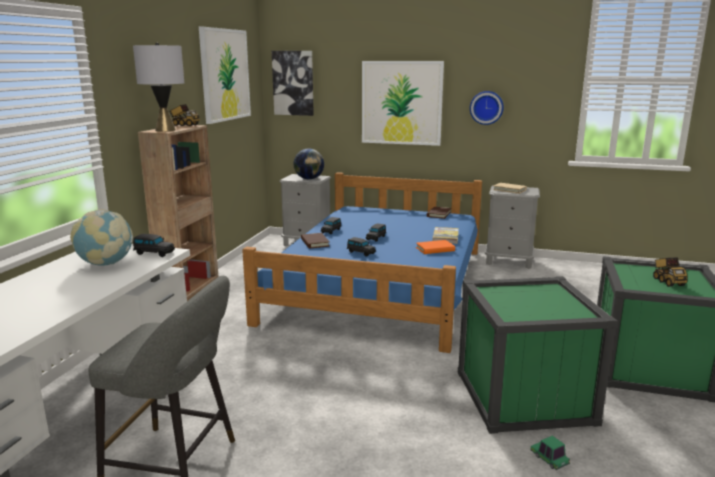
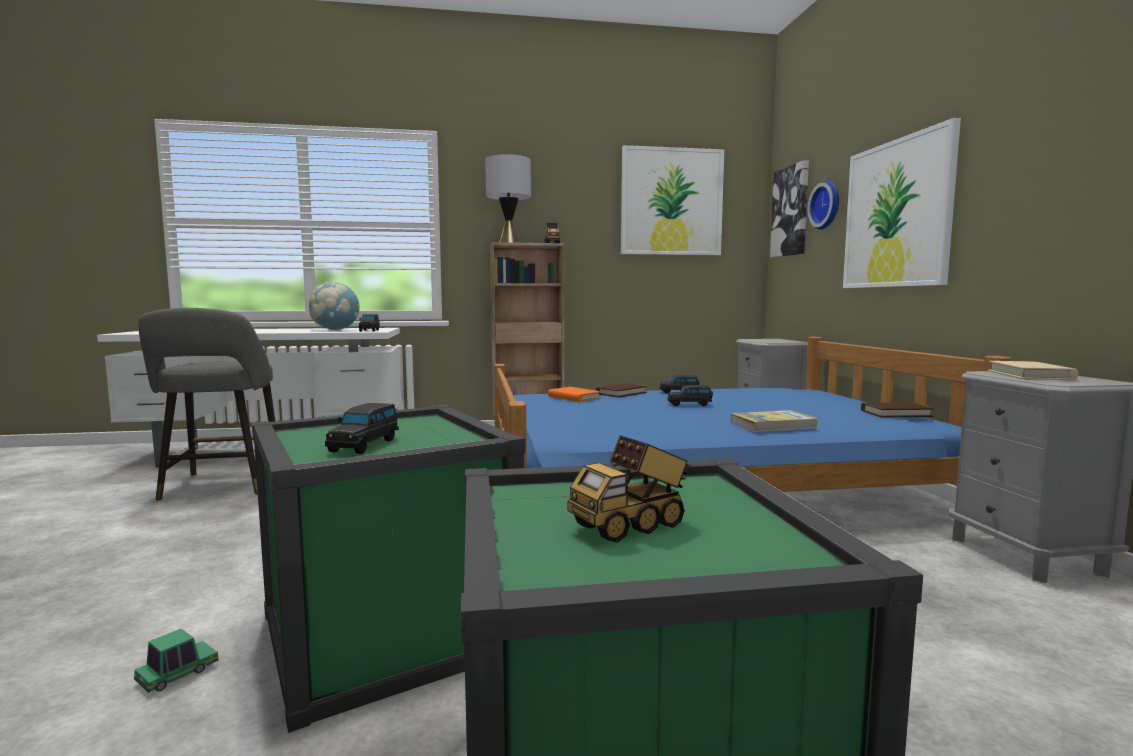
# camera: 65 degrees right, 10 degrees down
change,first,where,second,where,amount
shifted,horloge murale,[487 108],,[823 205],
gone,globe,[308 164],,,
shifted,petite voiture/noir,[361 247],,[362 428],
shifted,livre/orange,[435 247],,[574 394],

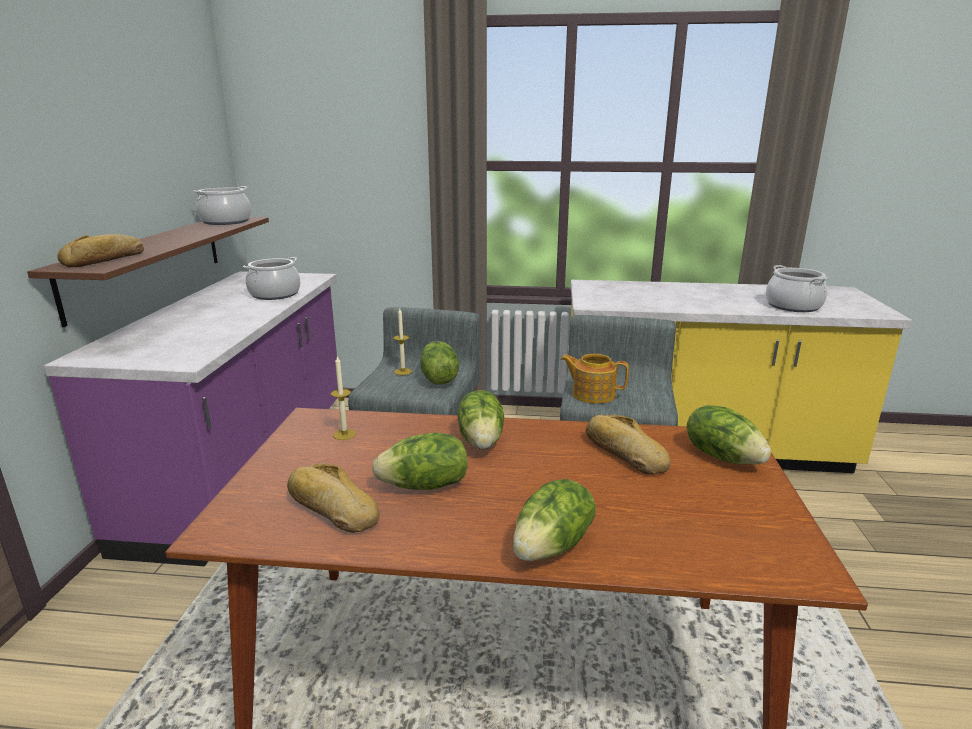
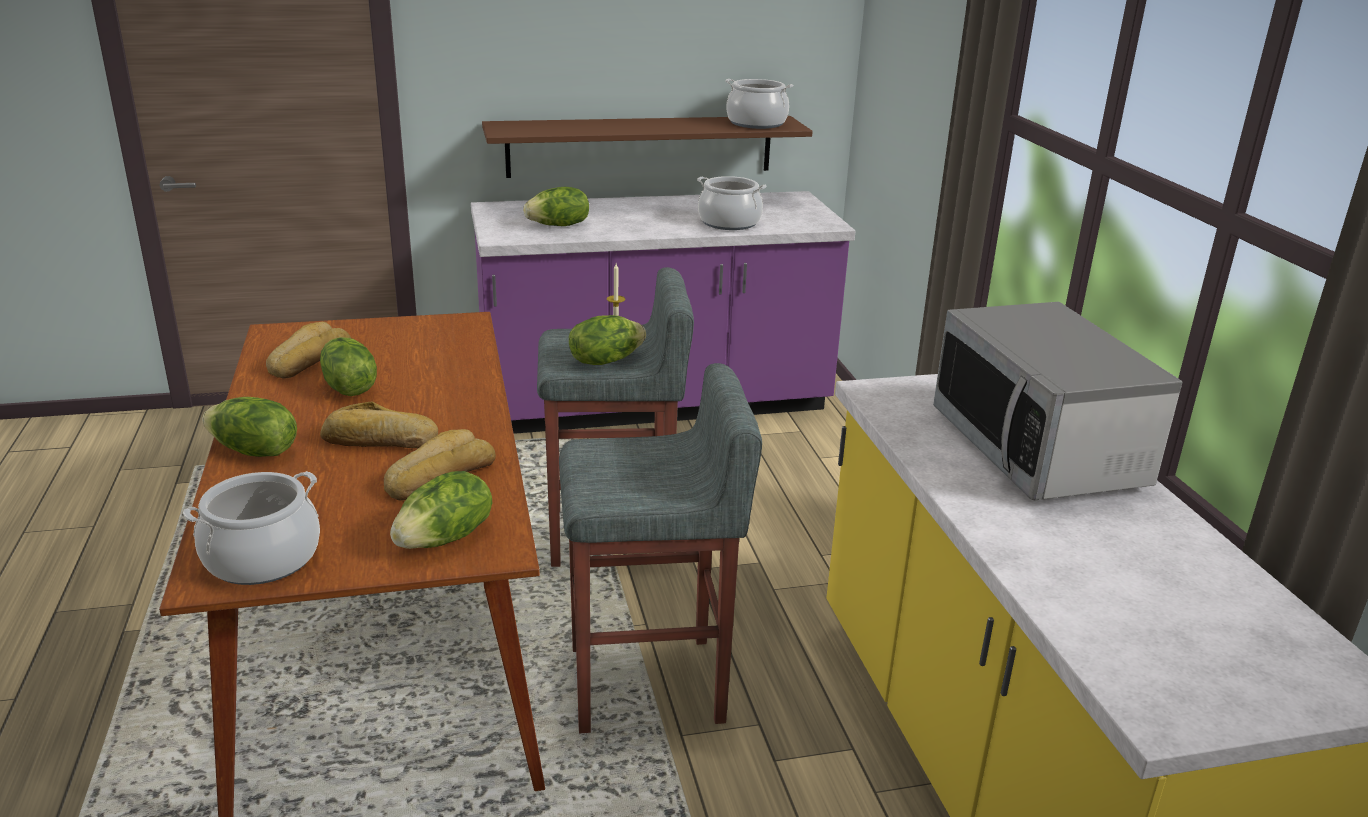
# camera: 70 degrees right, 5 degrees up
change,first,where,second,where,amount
shifted,pain,[100 251],,[379 424],
shifted,marmite,[797 288],,[251 528],
gone,théière,[595 379],,,
gone,bougie,[343 398],,,
shifted,laitue,[481 420],,[556 206],
new,,,micro-ondes,[1058 401],

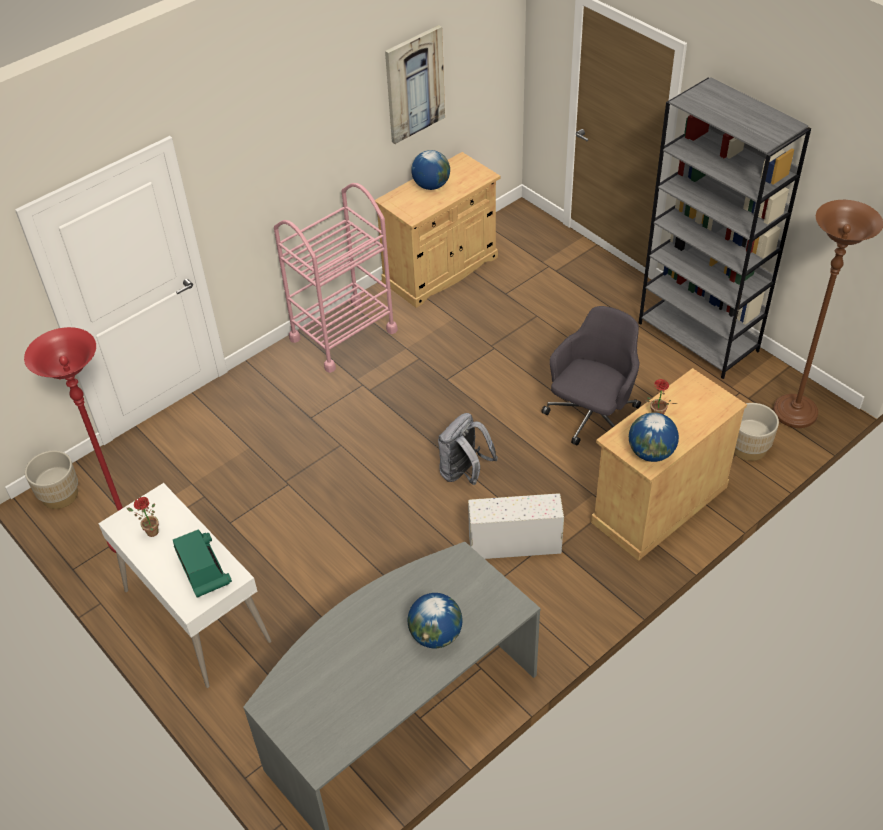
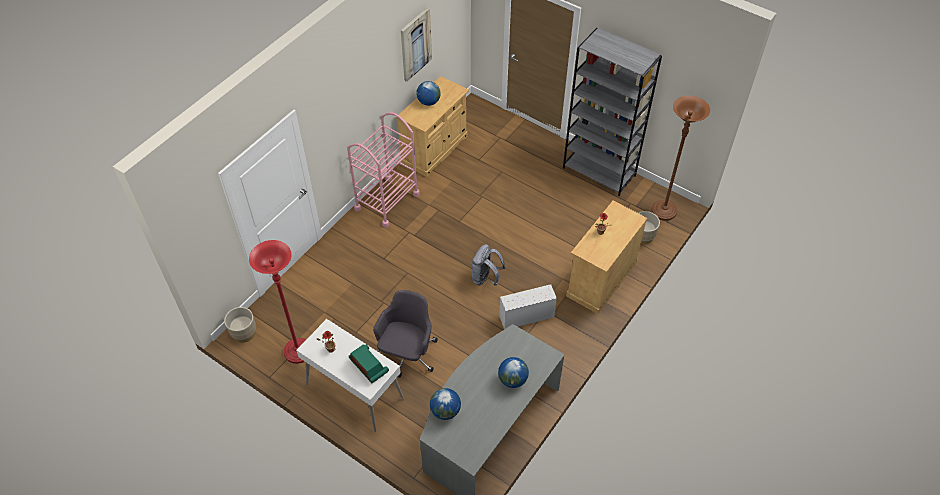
# camera: 15 degrees left, 5 degrees up
change,first,where,second,where,amount
shifted,chaise de bureau/gris,[591 375],,[405 333],
shifted,globe,[654 437],,[445 404],

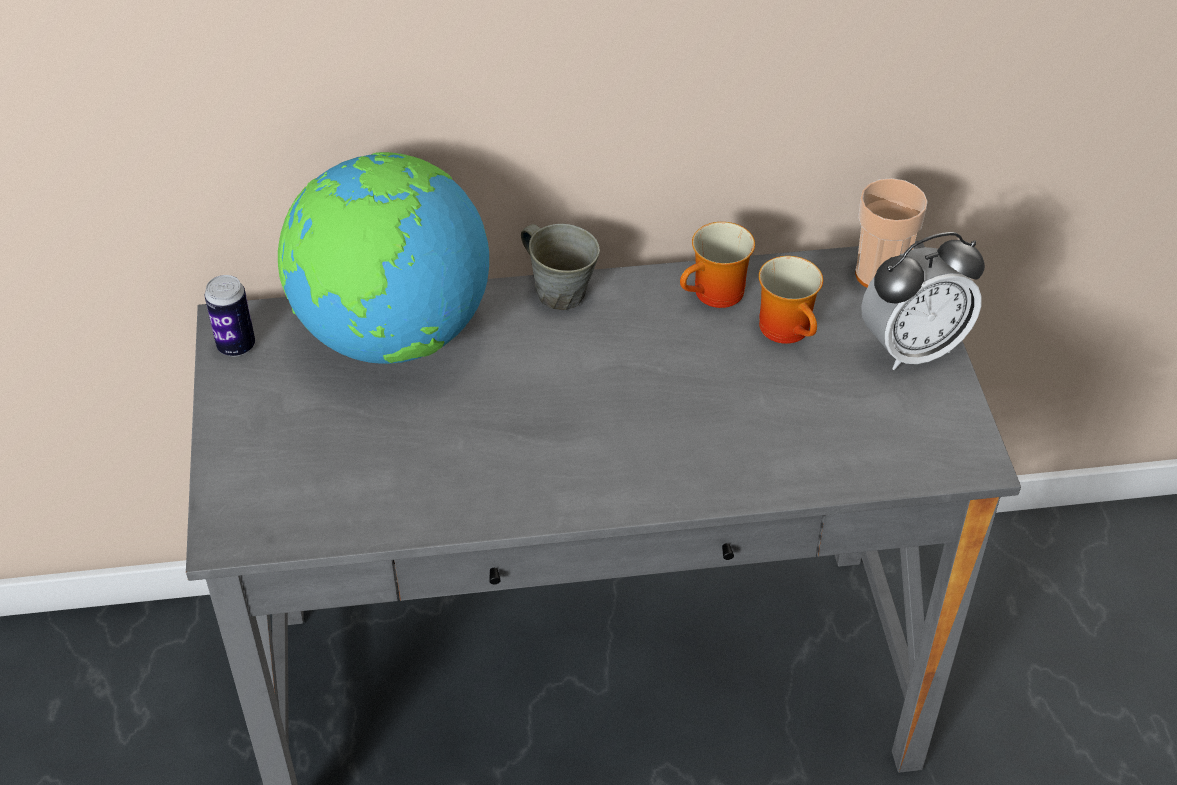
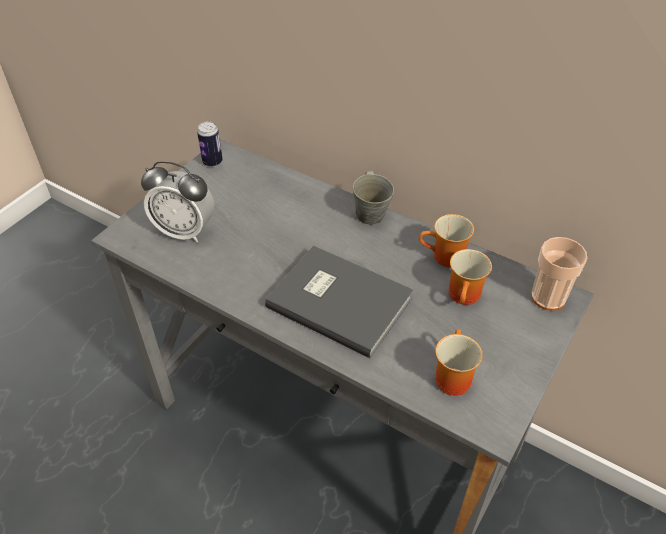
# camera: 40 degrees right, 0 degrees up
change,first,where,second,where,amount
gone,globe,[383 258],,,
shifted,réveil,[923 301],,[177 201],
new,,,livre/gris,[339 302],
new,,,mug,[459 362],

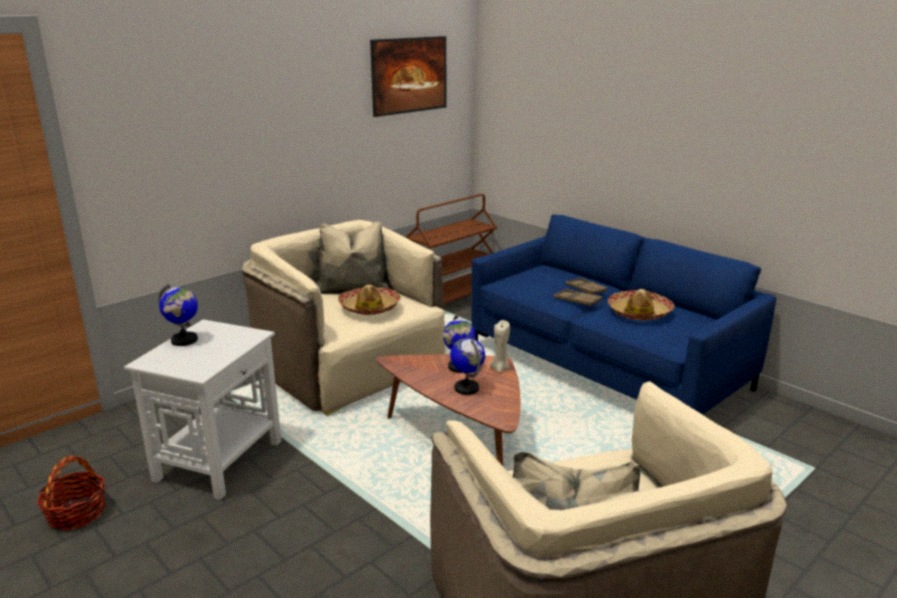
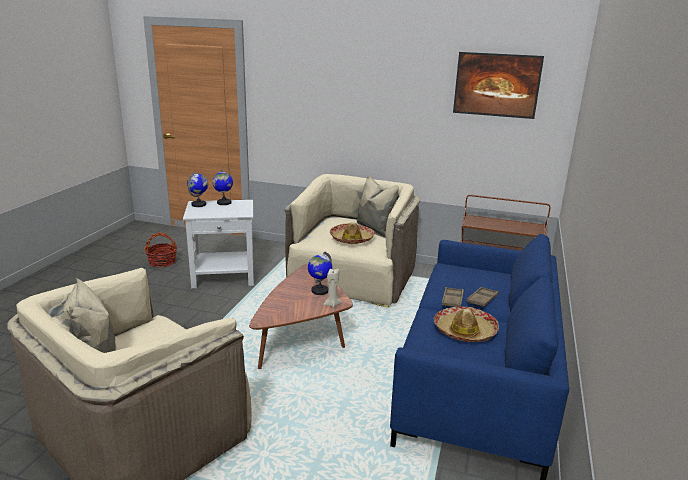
# camera: 60 degrees right, 0 degrees up
change,first,where,second,where,amount
shifted,globe,[467 366],,[197 189],

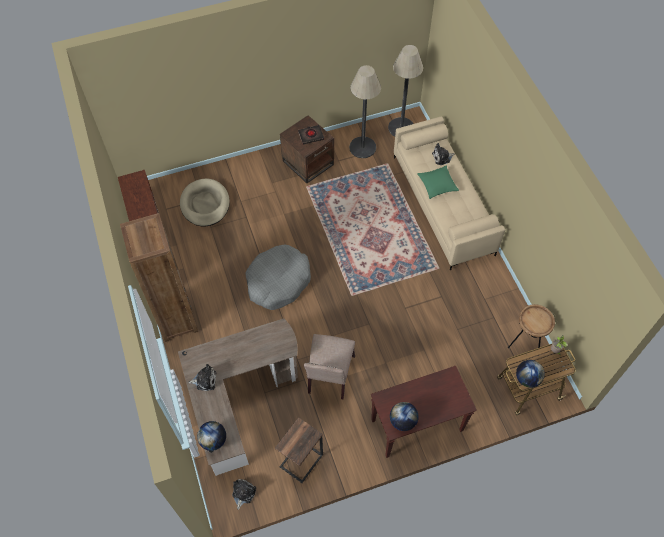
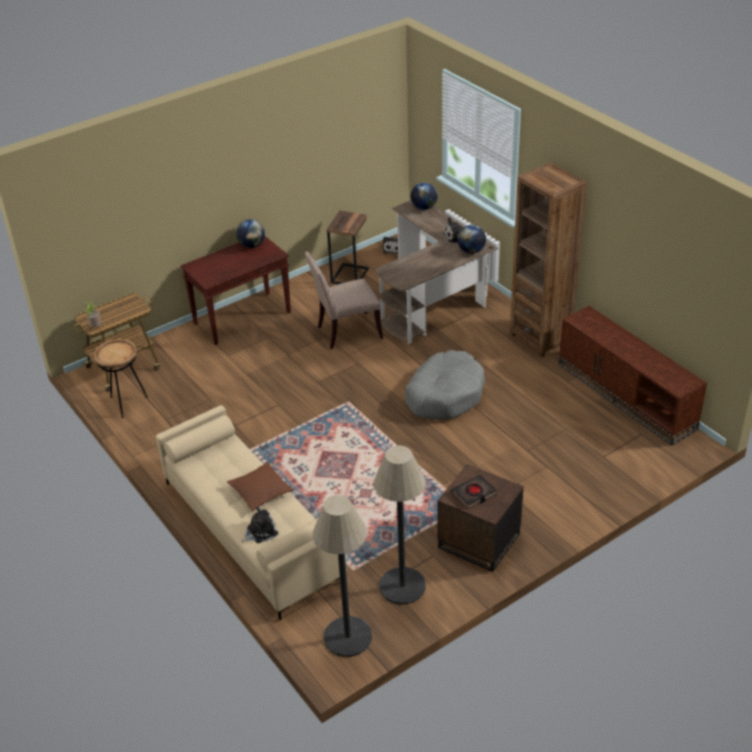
# camera: 165 degrees right, 20 degrees down
change,first,where,second,where,amount
repainted,coussin/vert,[438 182],coussin/marron,[260 486],
gone,panier pour chien/beige,[205 202],,,
rotated,chaise/beige,[329 366],,[344 300],105 degrees counterclockwise
shifted,globe,[530 374],,[471 239],

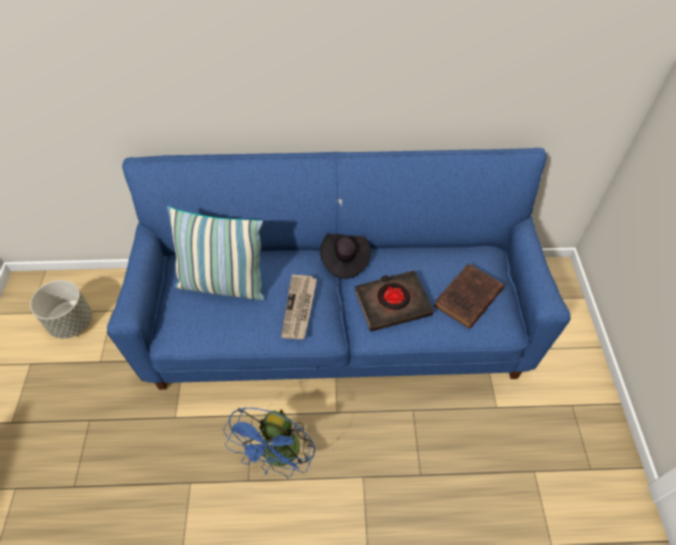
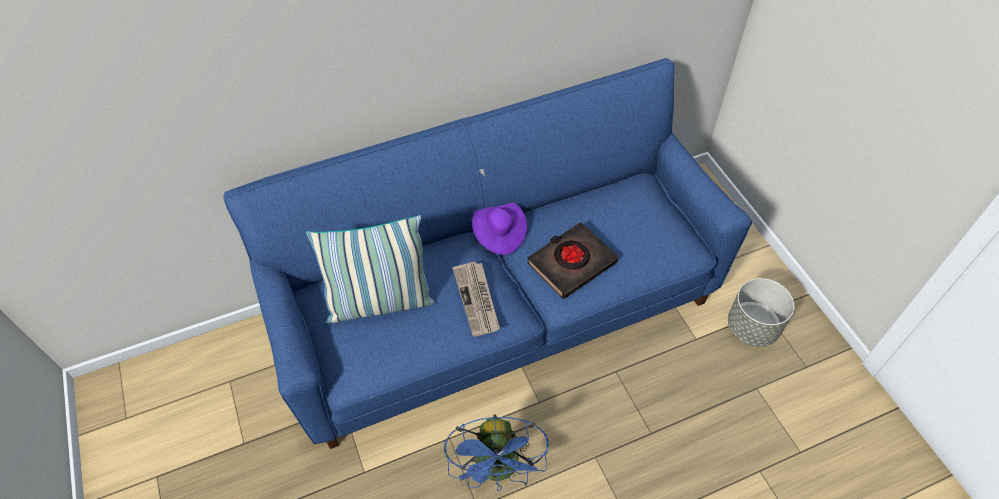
# camera: 20 degrees left, 0 degrees up
change,first,where,second,where,amount
repainted,chapeau/noir,[345 256],chapeau/violet,[499 228],
gone,livre/marron,[469 296],,,
shifted,cache-pot/gris,[61 309],,[761 312],

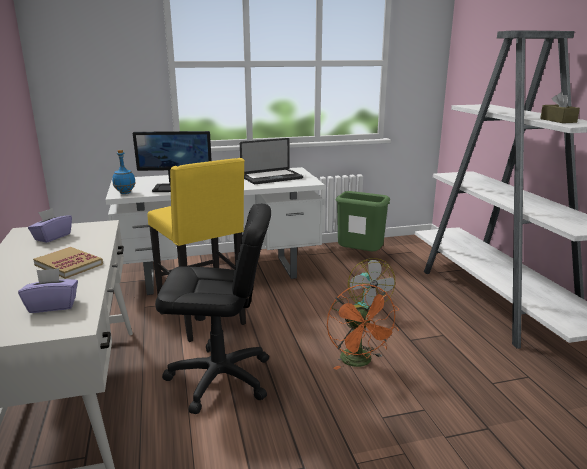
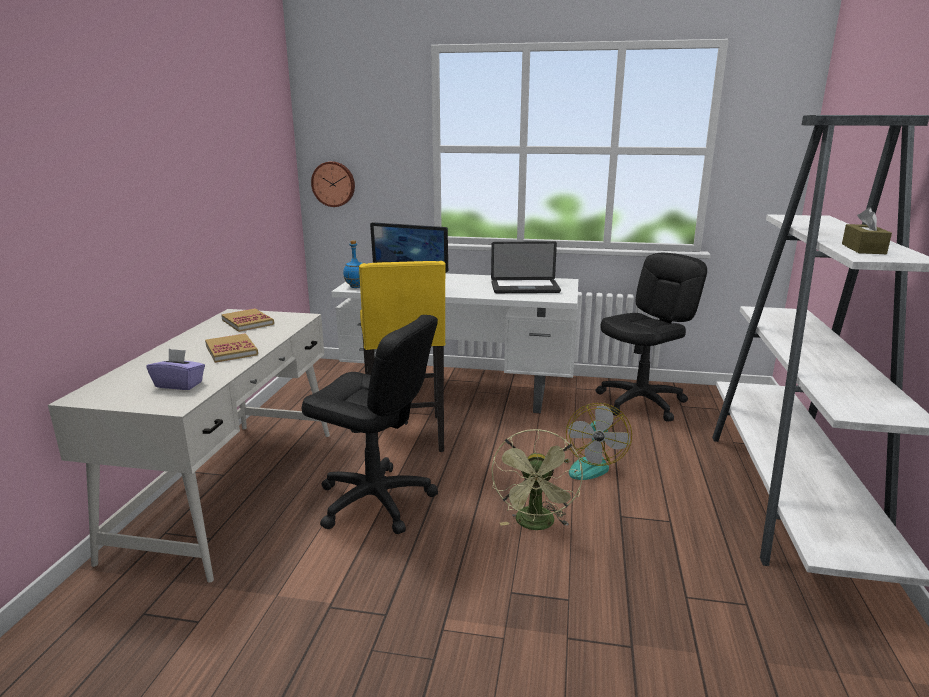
# camera: 25 degrees right, 0 degrees up
change,first,where,second,where,amount
swapped,poubelle/vert,[362 221],chaise de bureau/noir,[651 337],
swapped,boîte à mouchoirs/violet,[50 225],livre,[247 320],
repainted,ventilateur/orange,[363 327],ventilateur/vert,[537 479],
new,,,horloge murale,[333 184],

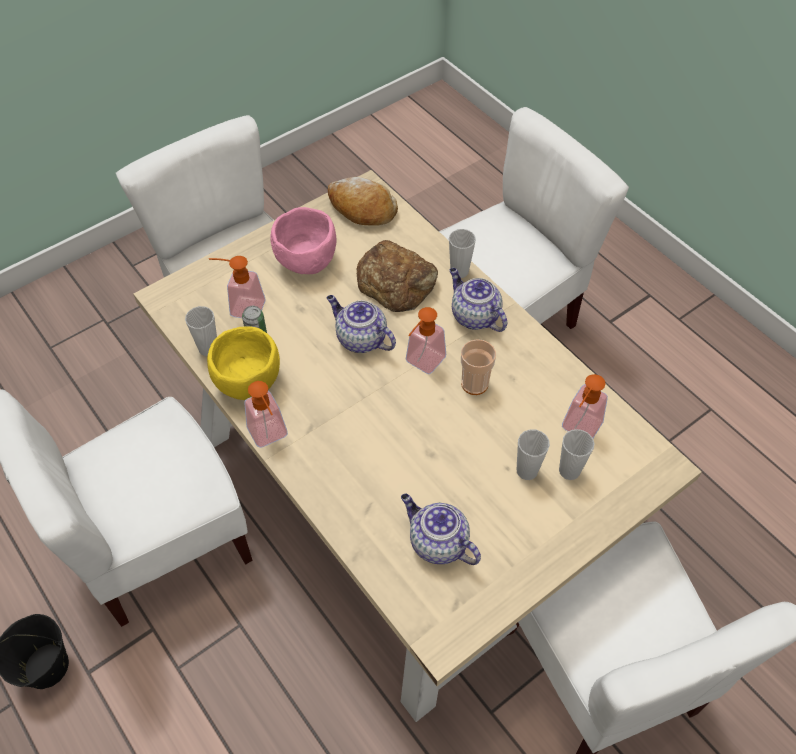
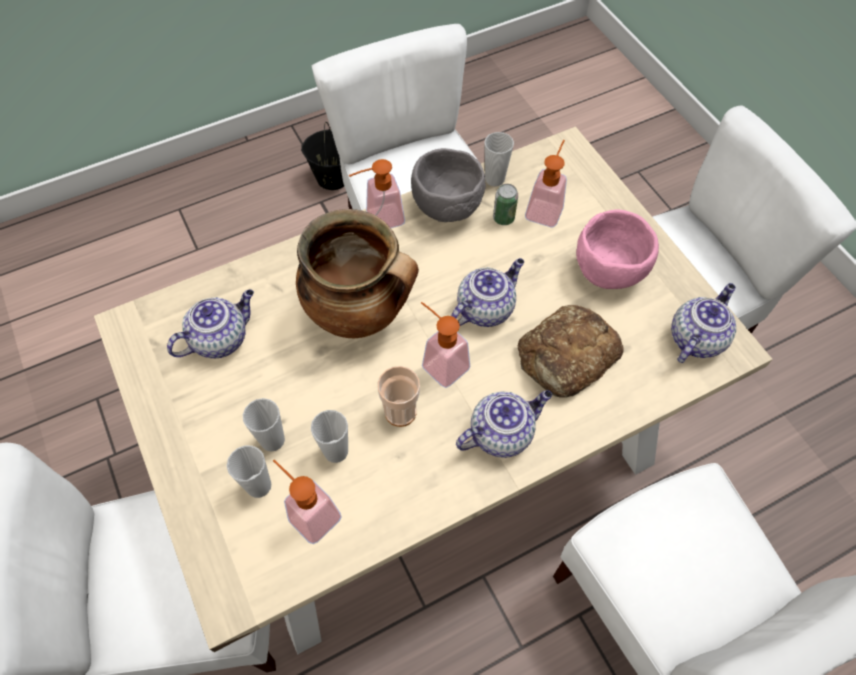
# camera: 100 degrees right, 5 degrees up
change,first,where,second,where,amount
swapped,pain,[363 201],théière,[703 323],
shifted,tasse,[462 253],,[329 436],
repainted,bol/jaune,[243 363],bol/gris,[448 185],
new,,,marmite,[357 273],

